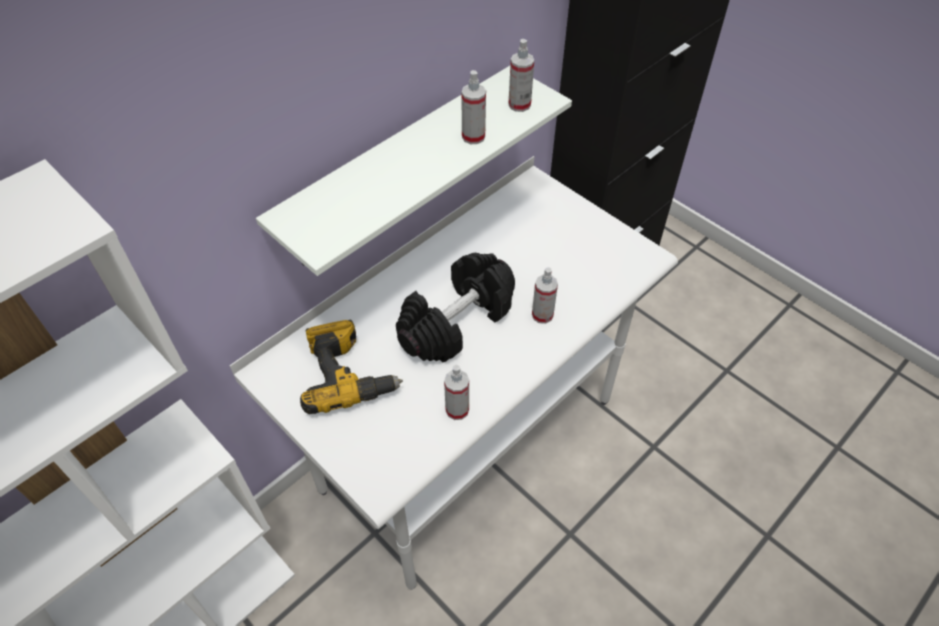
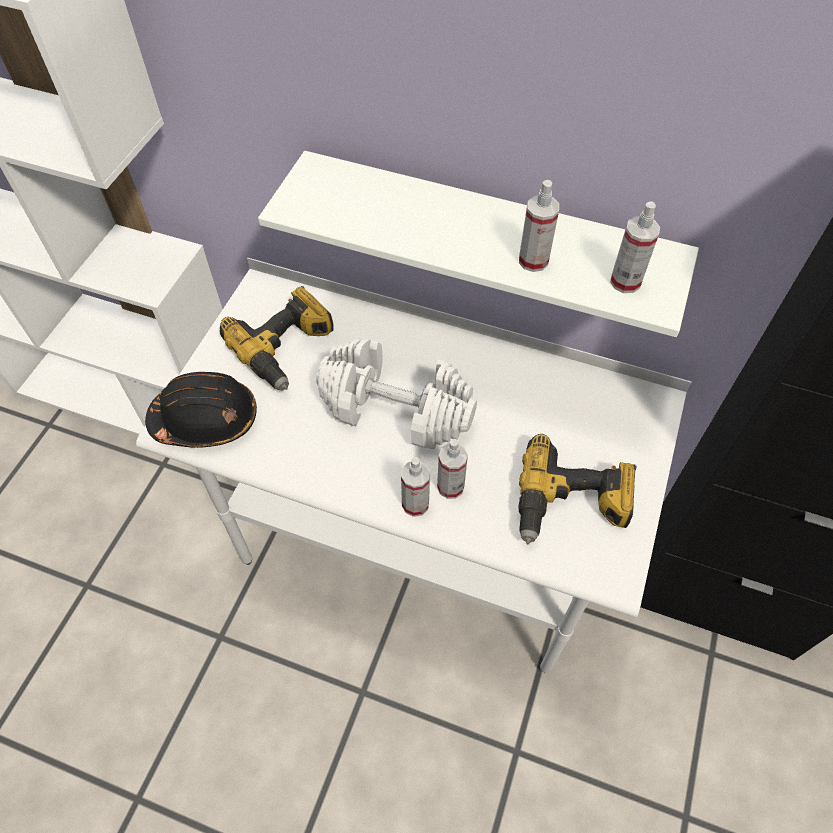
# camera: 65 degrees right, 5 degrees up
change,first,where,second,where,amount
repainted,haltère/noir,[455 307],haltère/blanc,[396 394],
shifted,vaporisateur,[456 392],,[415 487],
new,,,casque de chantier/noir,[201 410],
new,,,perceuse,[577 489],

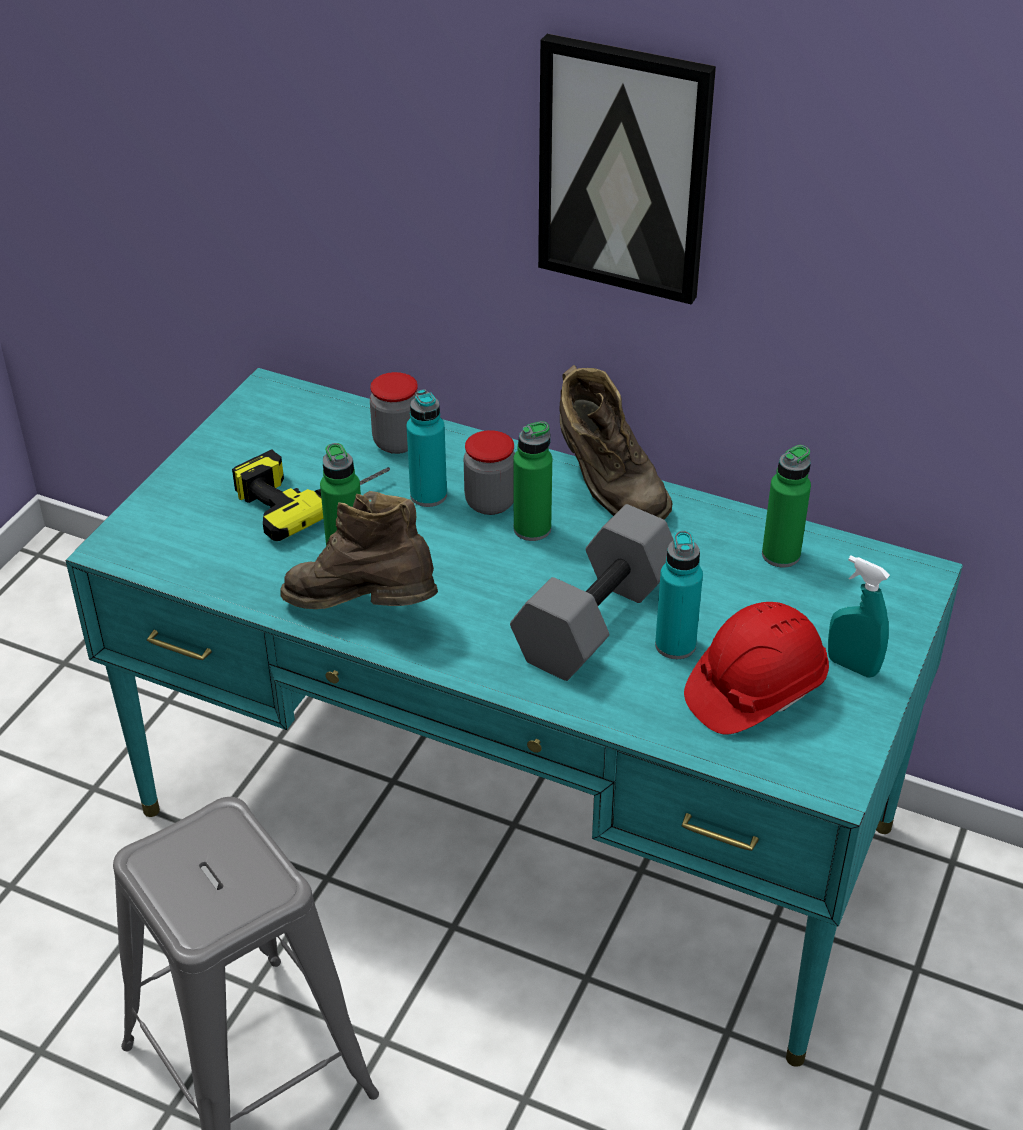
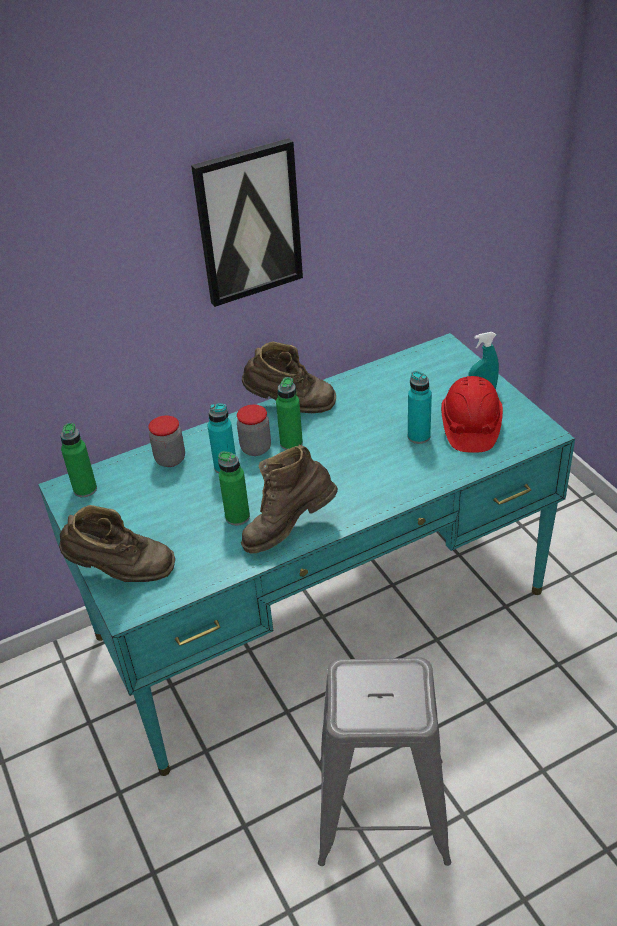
# camera: 50 degrees left, 0 degrees up
change,first,where,second,where,amount
shifted,bouteille/vert,[786 506],,[78 460],
gone,perceuse,[311 495],,,
gone,haltère/gris,[592 592],,,
new,,,botte/marron,[117 543],

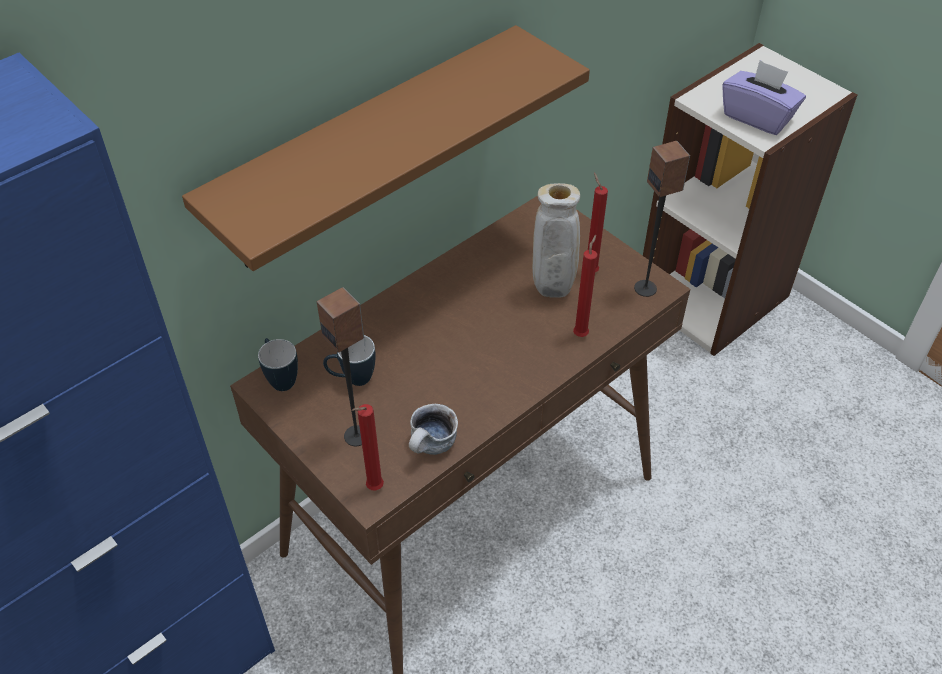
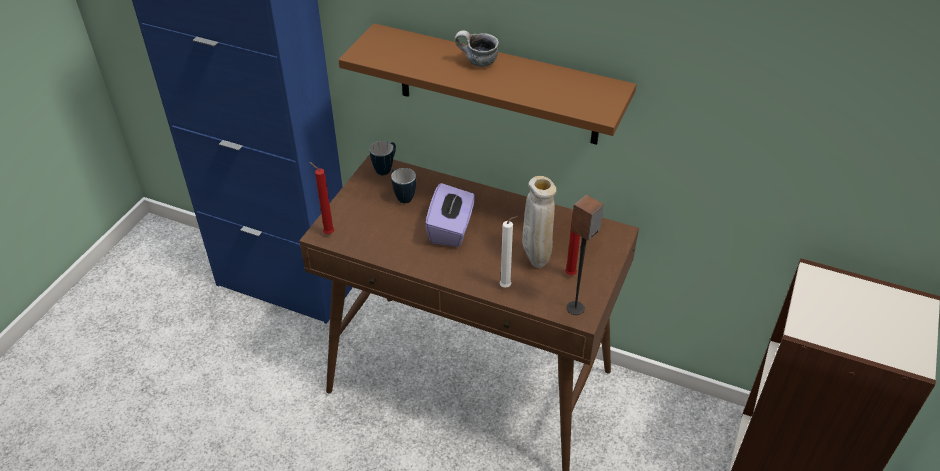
# camera: 65 degrees right, 5 degrees down
change,first,where,second,where,amount
shifted,boîte à mouchoirs/violet,[764 97],,[450 215],
repainted,bougie/rouge,[585 286],bougie/blanc,[509 252],
gone,enceinte,[340 366],,,
shifted,mug,[433 429],,[477 48],

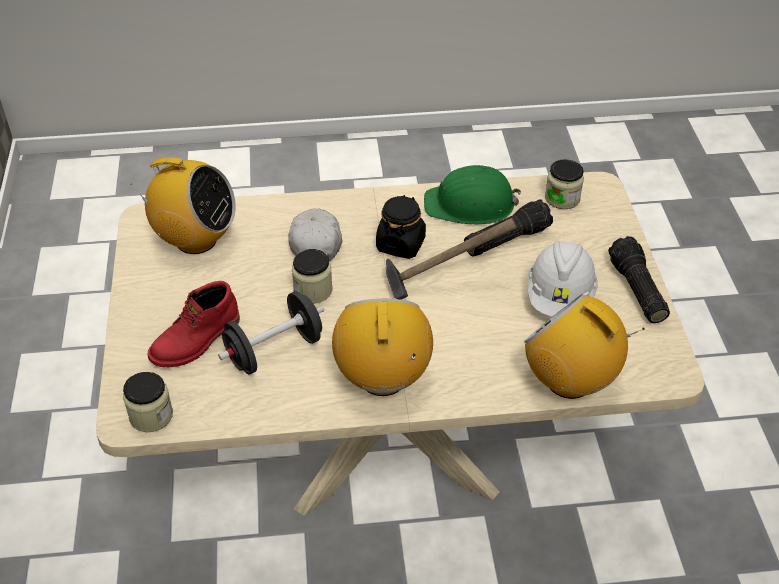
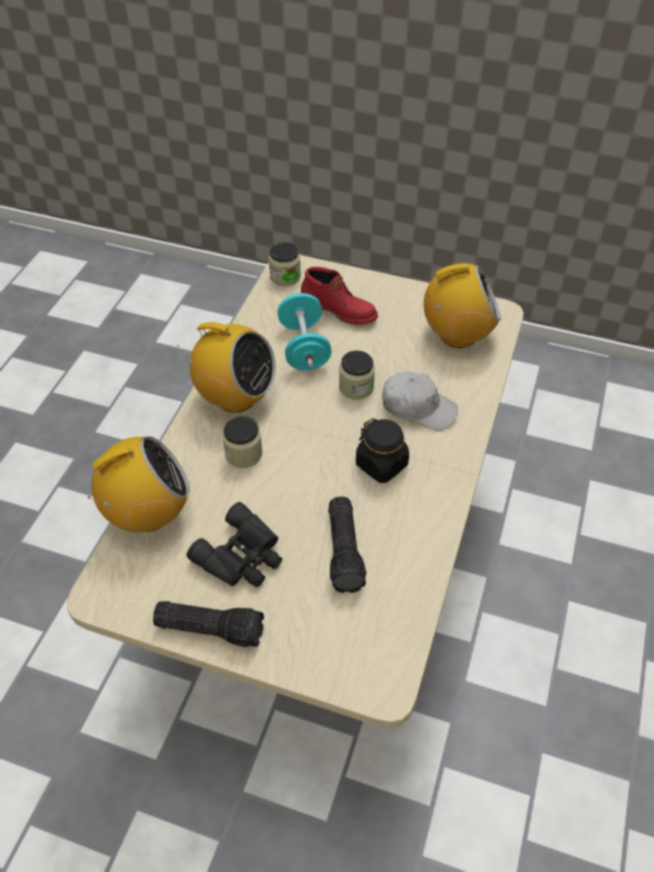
# camera: 115 degrees right, 5 degrees up
change,first,where,second,where,amount
rotated,radio,[183 205],,[462 305],135 degrees counterclockwise
shifted,bocal,[564 184],,[242 442],
gone,casque de chantier/vert,[472 195],,,
gone,marteau,[451 259],,,
swapped,casque de chantier/blanc,[562 279],jumelles/noir,[234 544],
rotated,botte/rouge,[194 324],,[339 296],135 degrees clockwise
repainted,haltère/noir,[271 333],haltère/turquoise,[304 331],

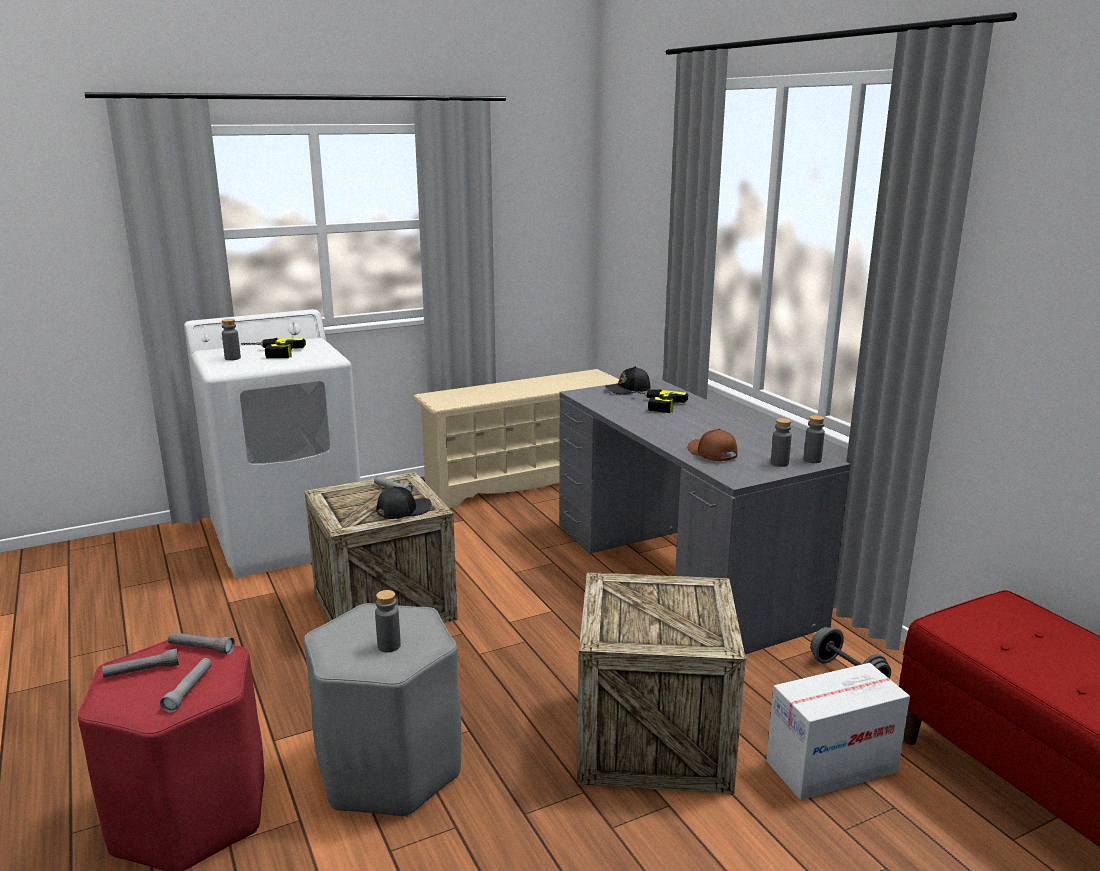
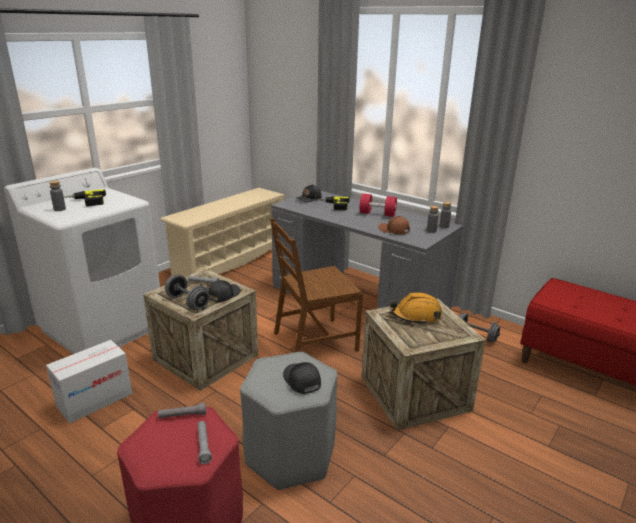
# camera: 25 degrees left, 5 degrees up
change,first,where,second,where,amount
swapped,bouteille/gris,[388 621],casquette/noir,[302 378],
gone,lampe de poche/gris,[140 663],,,
shifted,carton,[838 731],,[89 381],
new,,,haltère/rouge,[378 205],
new,,,chaise/marron,[316 285],
new,,,haltère/gris,[187 292],
new,,,casque de chantier/orange,[416 308],

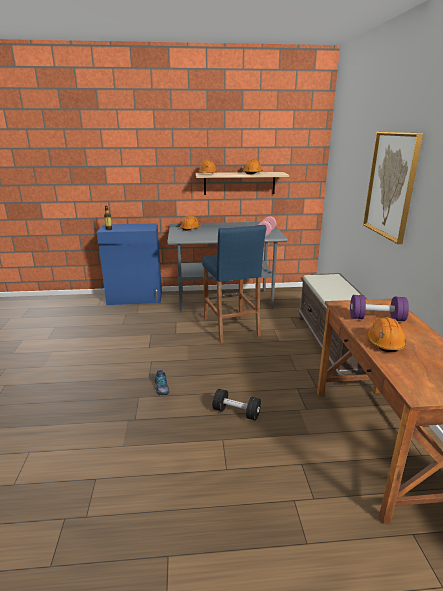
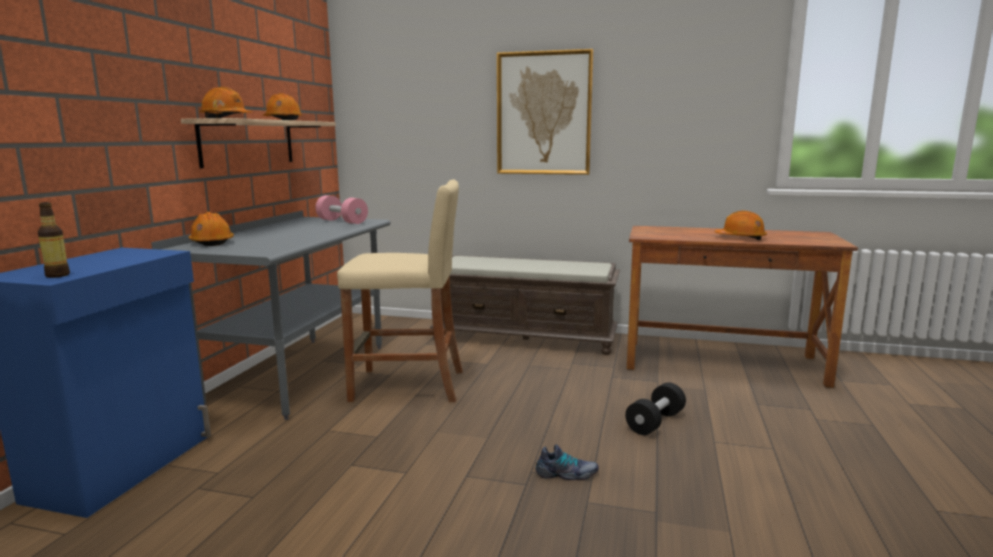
# camera: 70 degrees left, 10 degrees down
change,first,where,second,where,amount
repainted,tabouret/bleu,[234 284],tabouret/beige,[400 290],
gone,haltère/violet,[379 308],,,

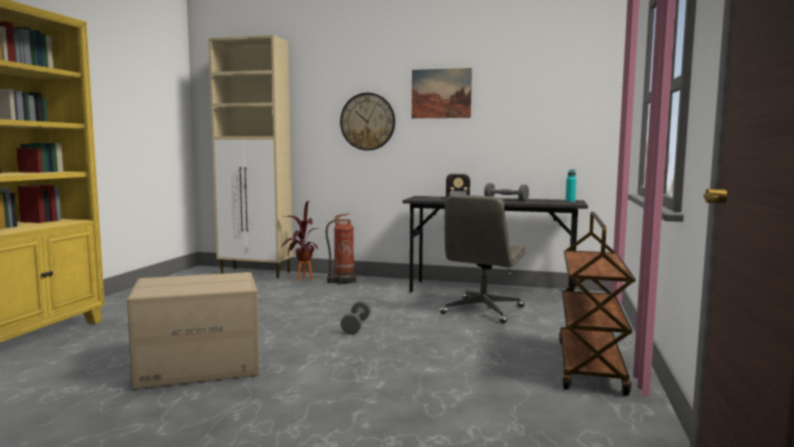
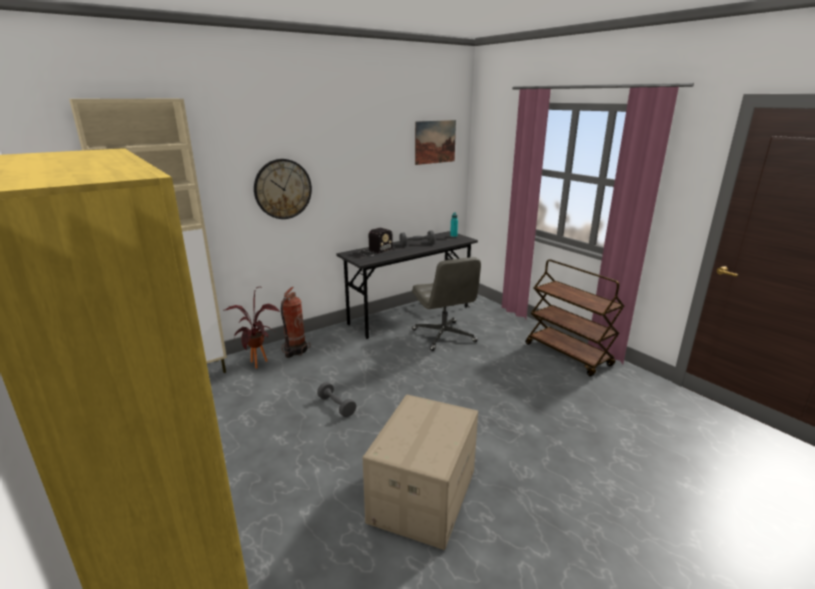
# camera: 50 degrees left, 15 degrees up
change,first,where,second,where,amount
shifted,tableau,[442 93],,[435 142],
shifted,haltère/gris,[356 317],,[336 399],

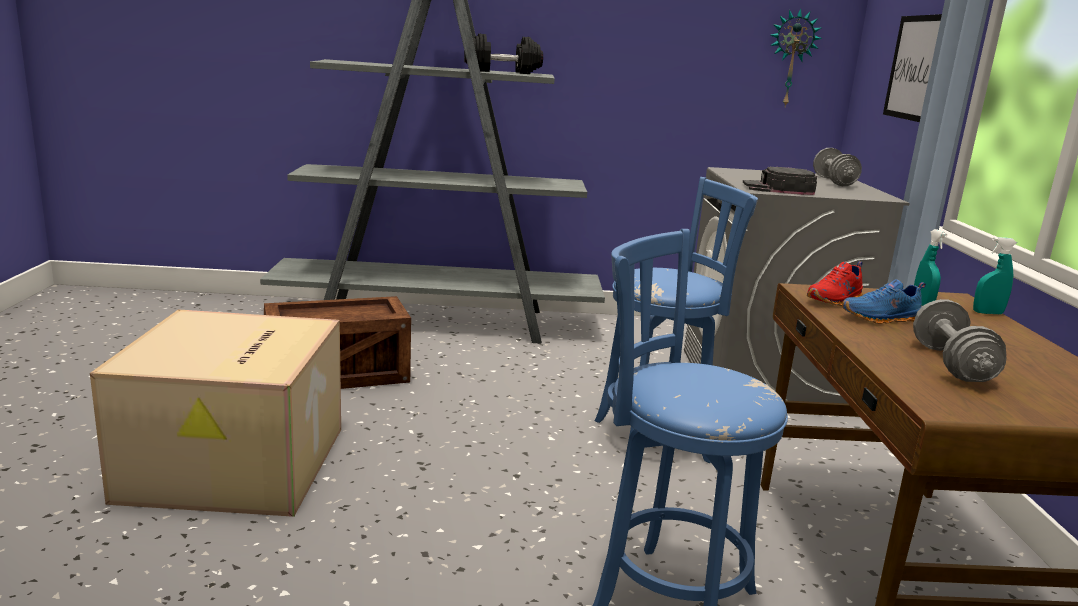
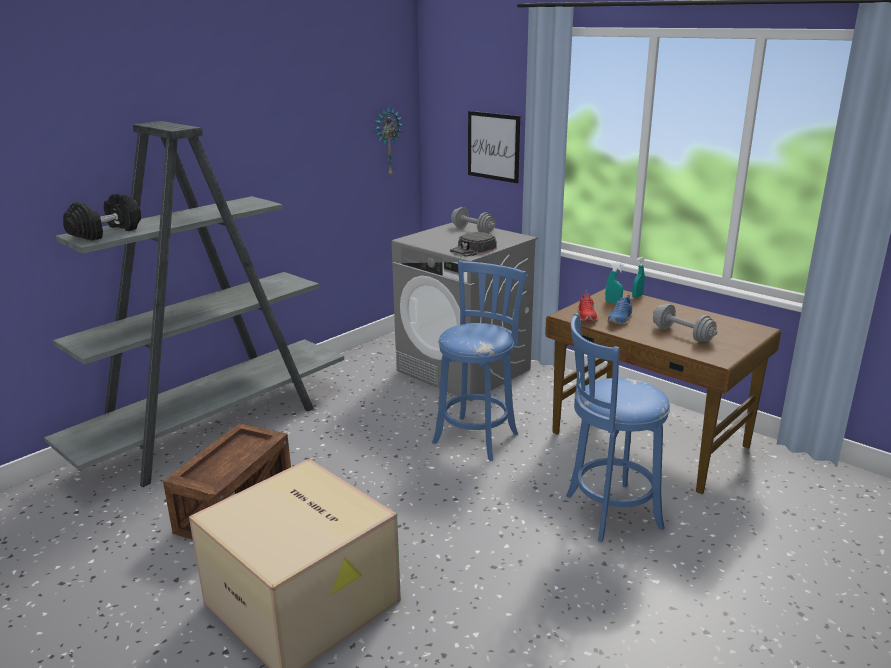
# camera: 45 degrees left, 5 degrees up
change,first,where,second,where,amount
shifted,haltère/noir,[503 54],,[102 217],

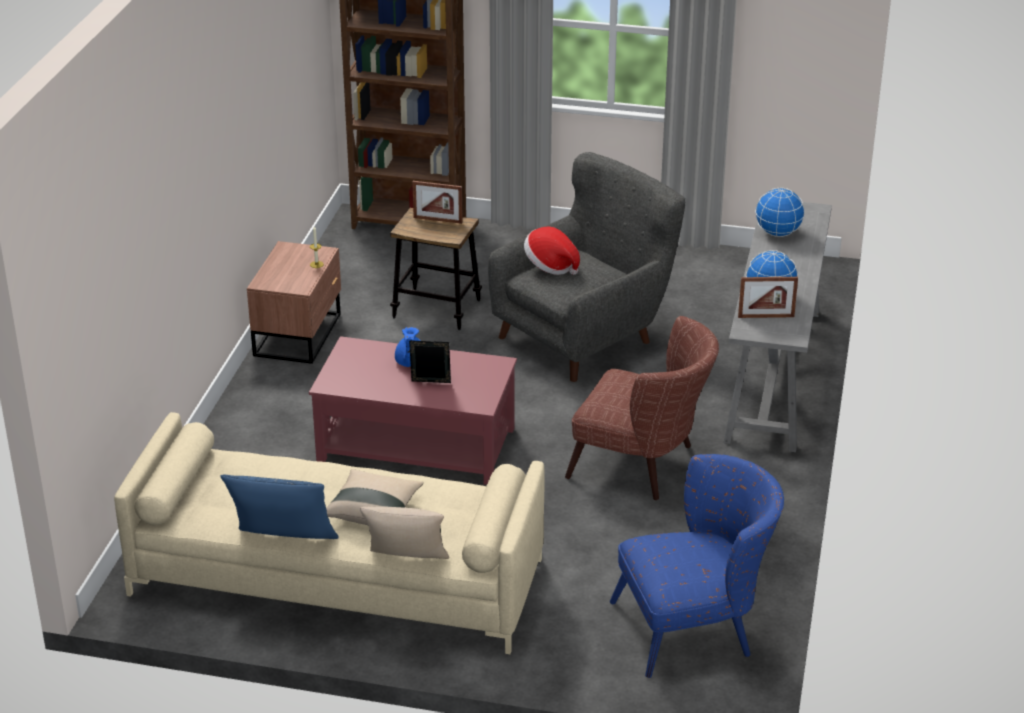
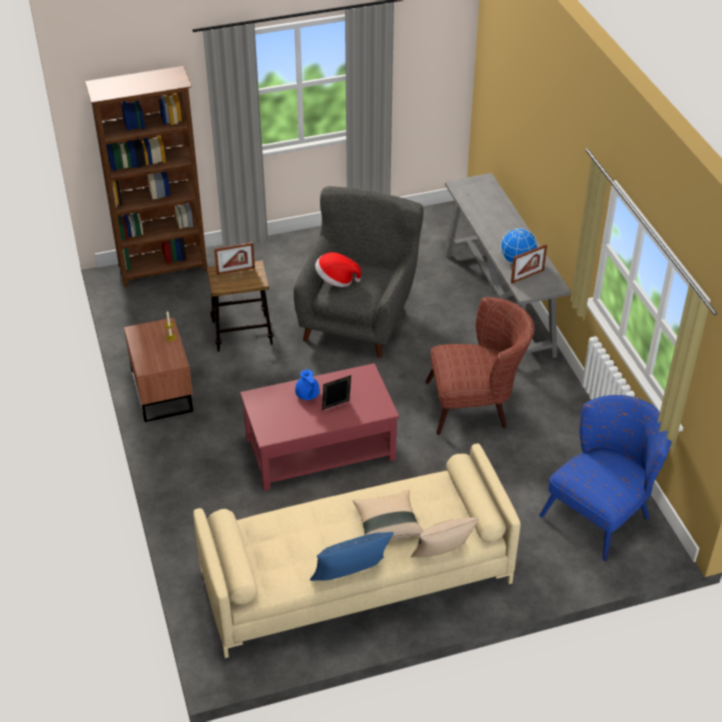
# camera: 30 degrees left, 10 degrees up
change,first,where,second,where,amount
gone,globe,[780 212],,,

